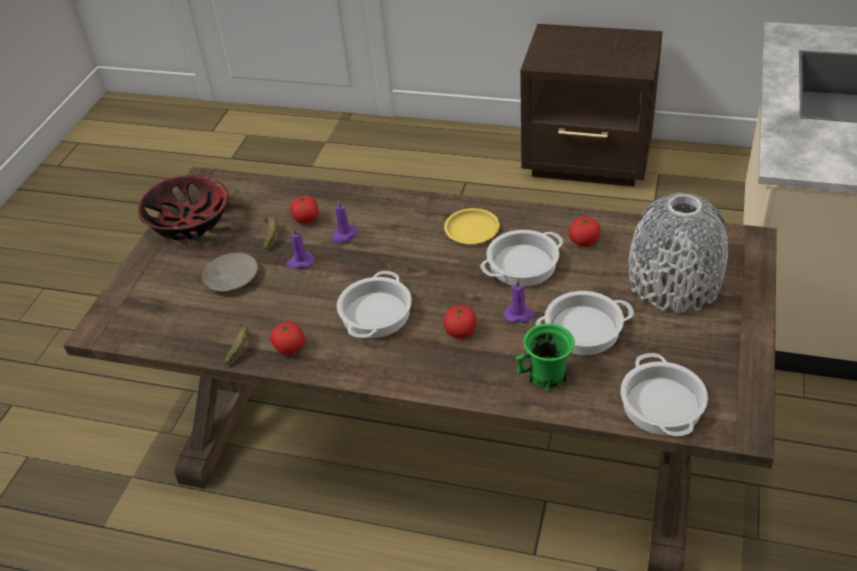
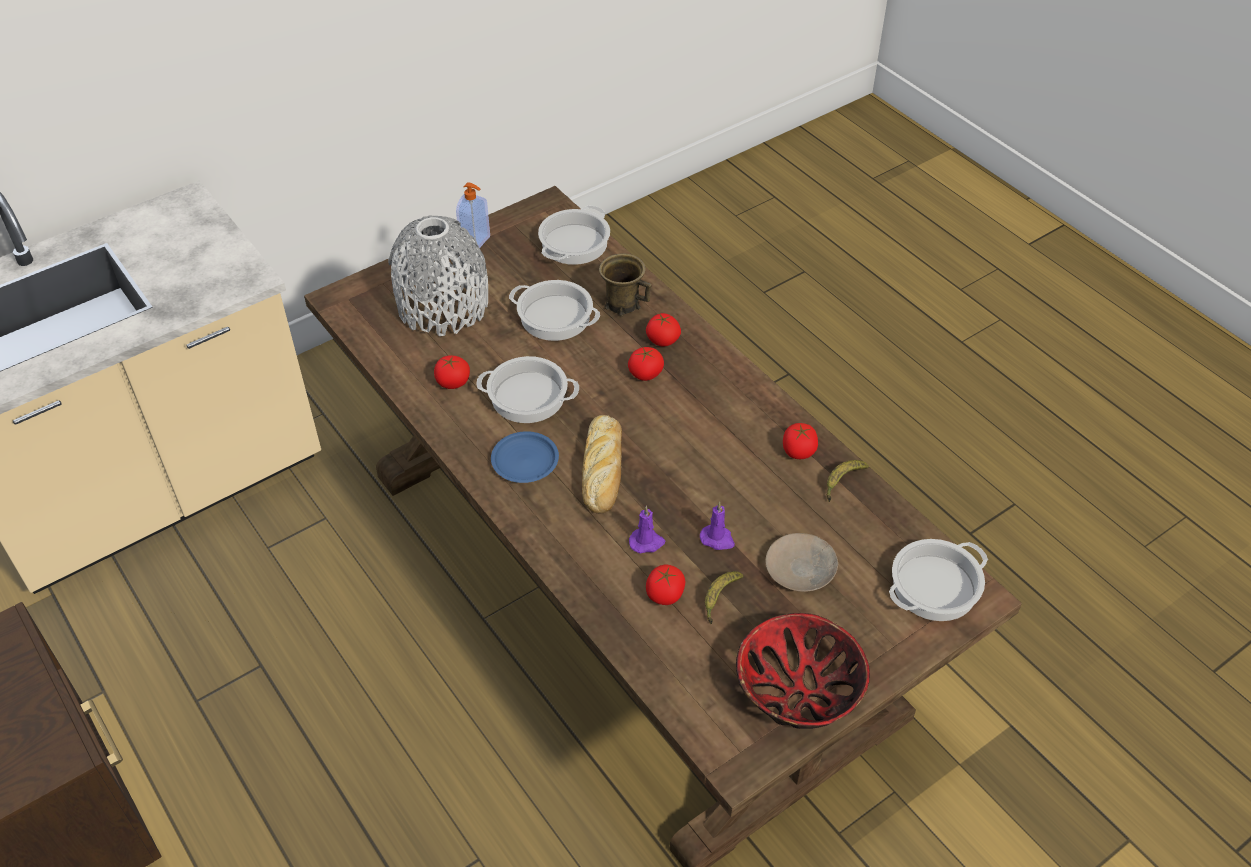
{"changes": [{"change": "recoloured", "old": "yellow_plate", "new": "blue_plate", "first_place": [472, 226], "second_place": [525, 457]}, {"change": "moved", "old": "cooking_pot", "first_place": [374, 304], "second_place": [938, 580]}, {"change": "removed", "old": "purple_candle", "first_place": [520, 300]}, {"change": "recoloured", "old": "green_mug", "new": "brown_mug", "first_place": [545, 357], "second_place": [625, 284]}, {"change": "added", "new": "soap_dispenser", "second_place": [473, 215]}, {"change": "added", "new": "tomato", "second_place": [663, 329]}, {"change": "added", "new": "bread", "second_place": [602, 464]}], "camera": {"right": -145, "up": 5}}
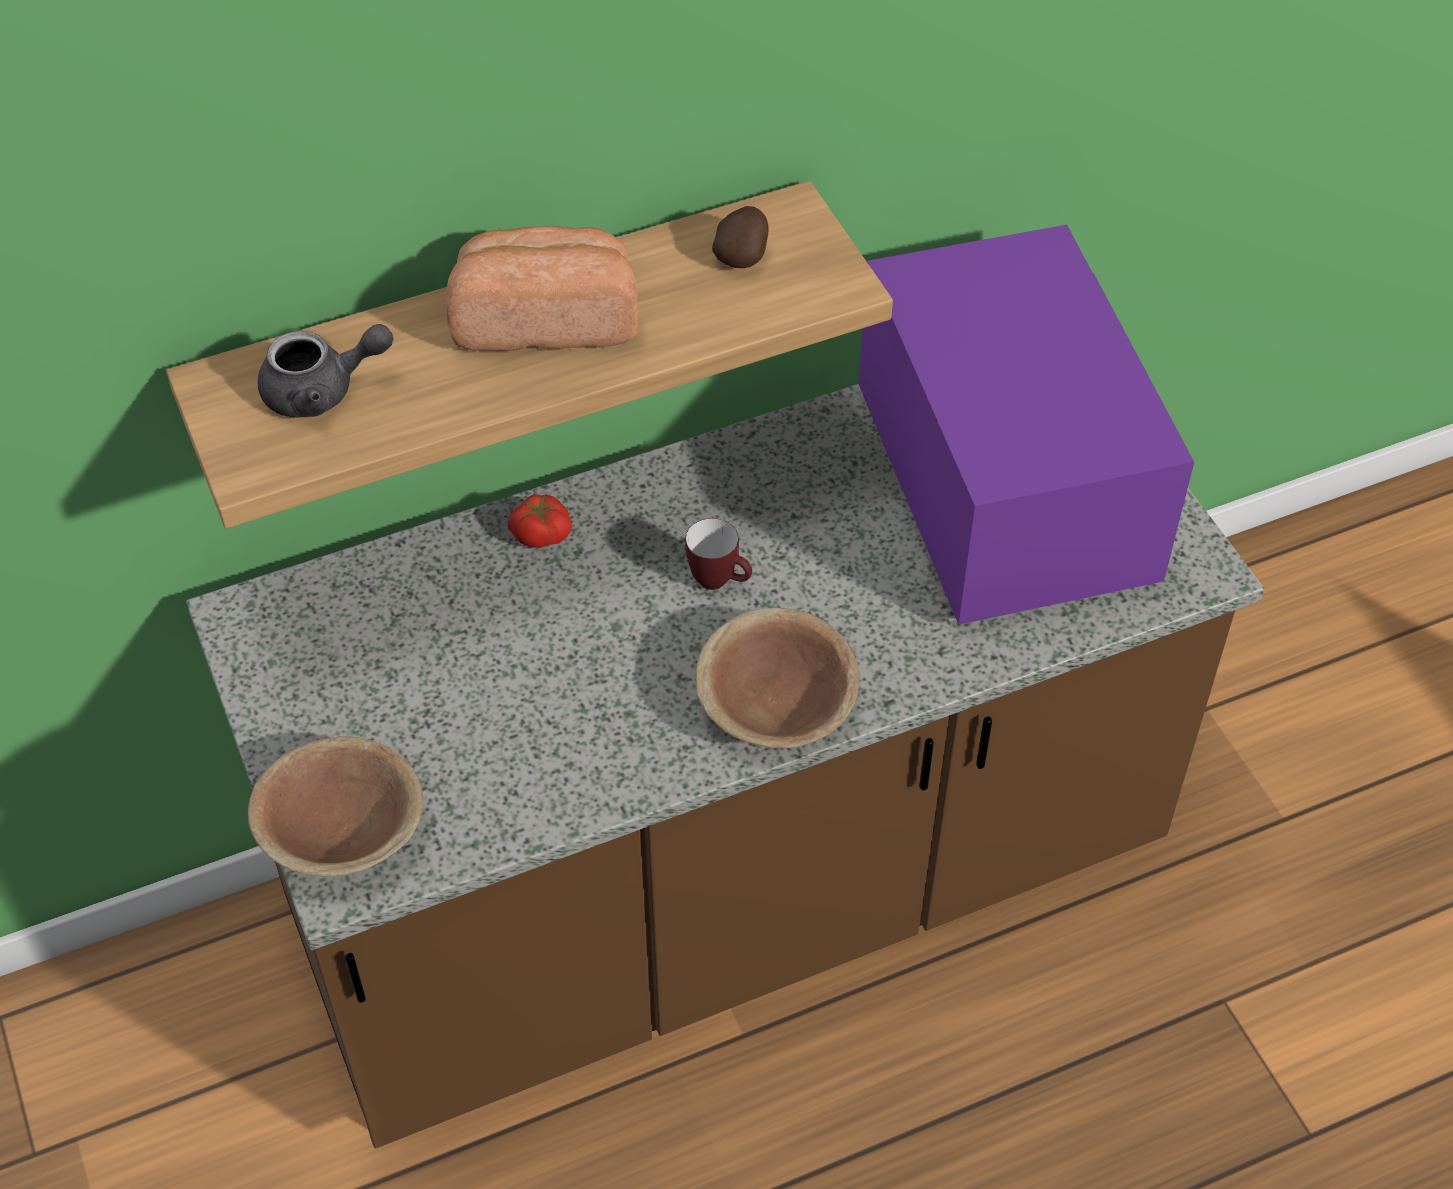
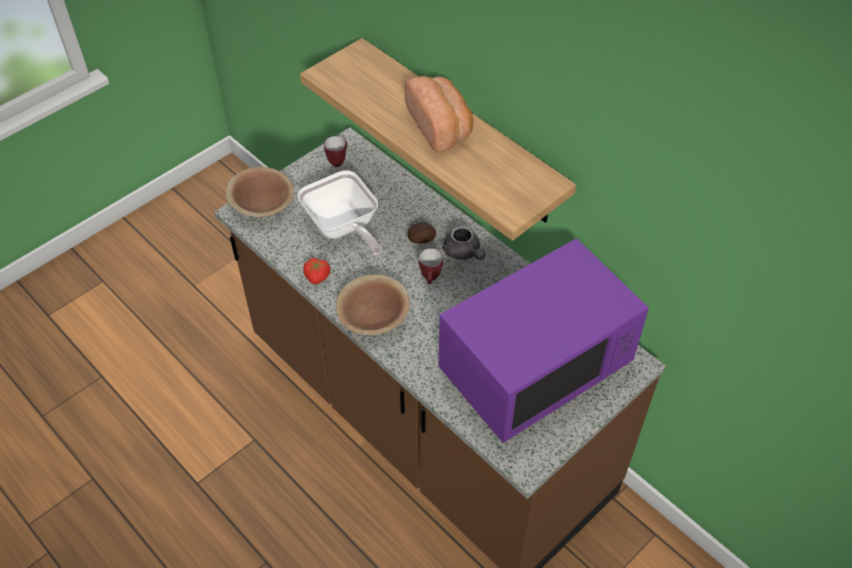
{"changes": [{"change": "moved", "old": "potato", "first_place": [740, 237], "second_place": [422, 232]}, {"change": "moved", "old": "grey_teapot", "first_place": [326, 371], "second_place": [464, 242]}, {"change": "moved", "old": "tomato", "first_place": [539, 521], "second_place": [317, 271]}, {"change": "added", "new": "mug", "second_place": [335, 151]}, {"change": "added", "new": "frying_pan", "second_place": [339, 214]}], "camera": {"right": 70, "up": 0}}
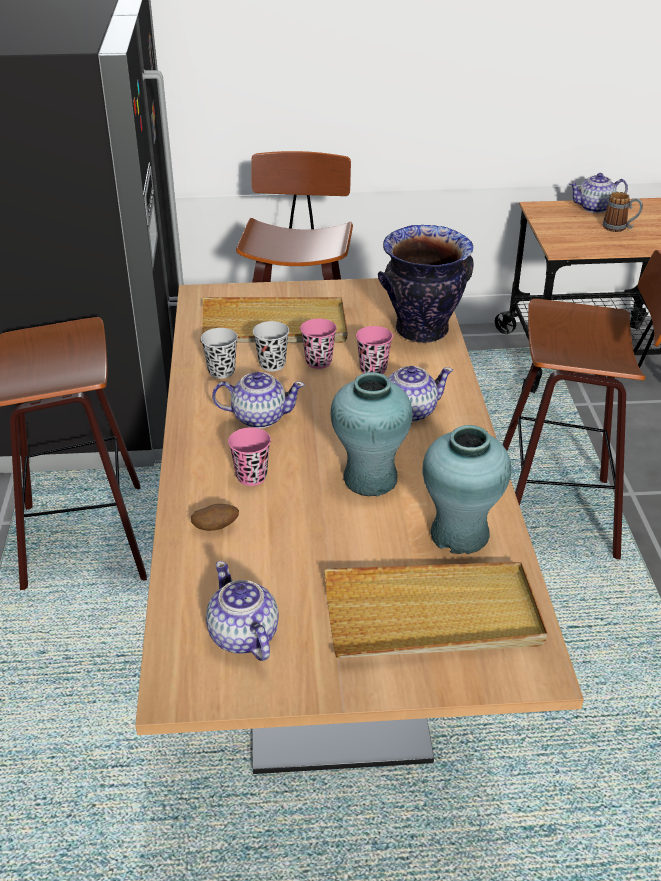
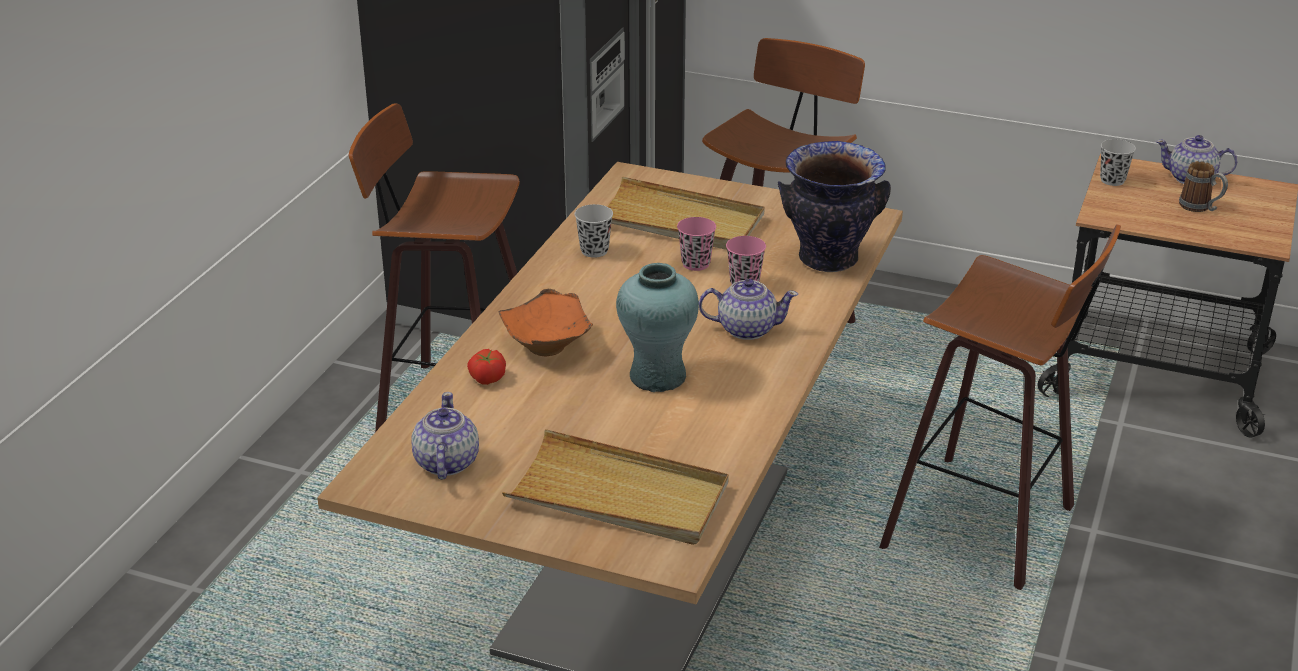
{"changes": [{"change": "moved", "old": "black_cup", "first_place": [271, 346], "second_place": [1118, 162]}, {"change": "removed", "old": "teapot", "first_place": [258, 400]}, {"change": "removed", "old": "turquoise_vase", "first_place": [467, 489]}, {"change": "replaced", "old": "pink_cup", "new": "orange_bowl", "first_place": [249, 456], "second_place": [545, 322]}, {"change": "replaced", "old": "potato", "new": "tomato", "first_place": [215, 517], "second_place": [486, 367]}], "camera": {"right": 25, "up": -5}}
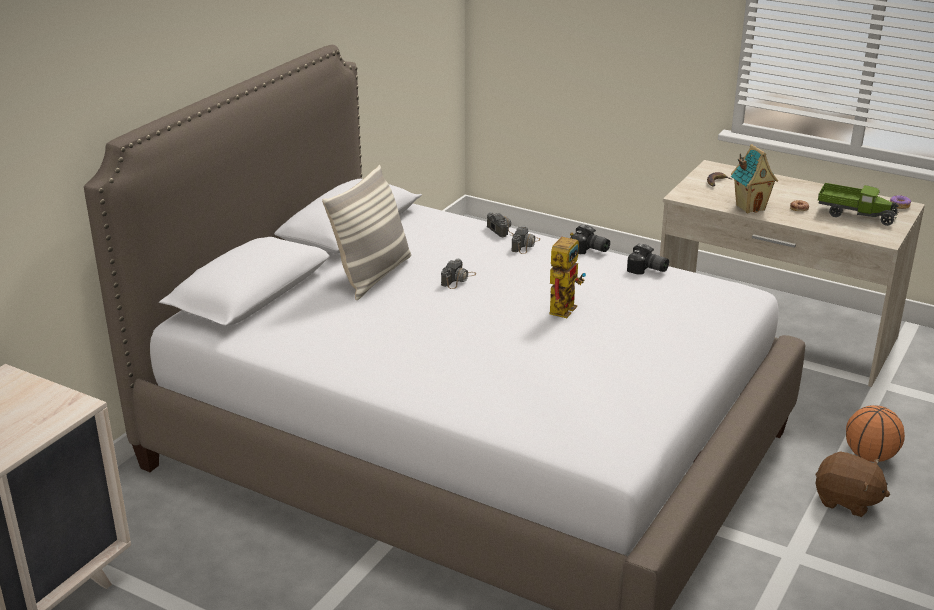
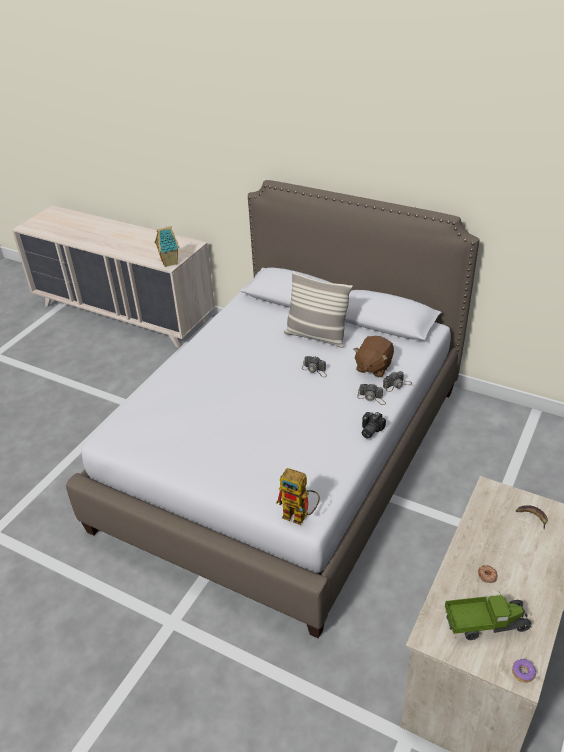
{"changes": [{"change": "moved", "old": "toy_house", "first_place": [754, 179], "second_place": [167, 246]}, {"change": "turned", "old": "toy_truck", "first_place": [858, 204], "second_place": [488, 615], "degrees": -120}, {"change": "moved", "old": "toy_robot", "first_place": [568, 275], "second_place": [298, 496]}, {"change": "removed", "old": "photo_camera", "first_place": [648, 259]}, {"change": "removed", "old": "basketball", "first_place": [875, 433]}, {"change": "moved", "old": "brown_plush_toy", "first_place": [852, 484], "second_place": [373, 356]}], "camera": {"right": 90, "up": 10}}
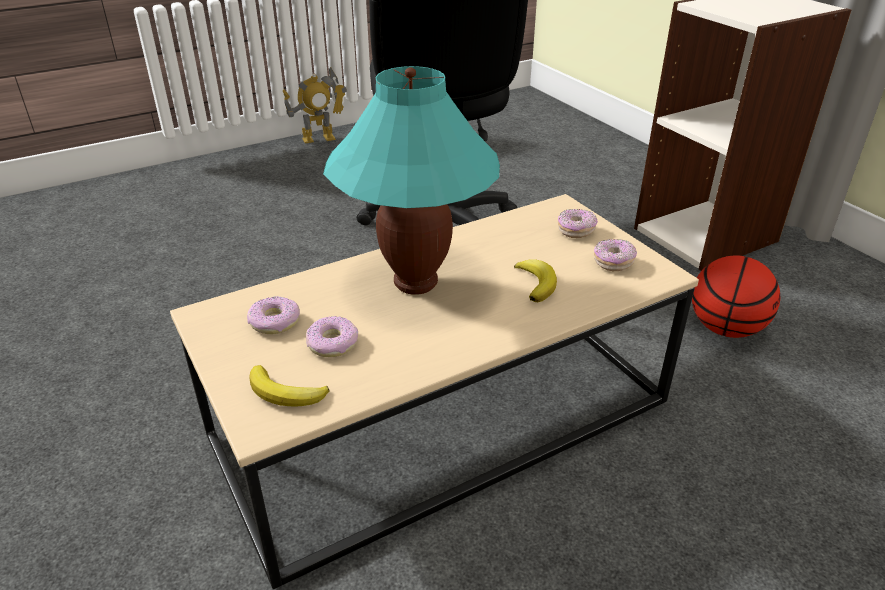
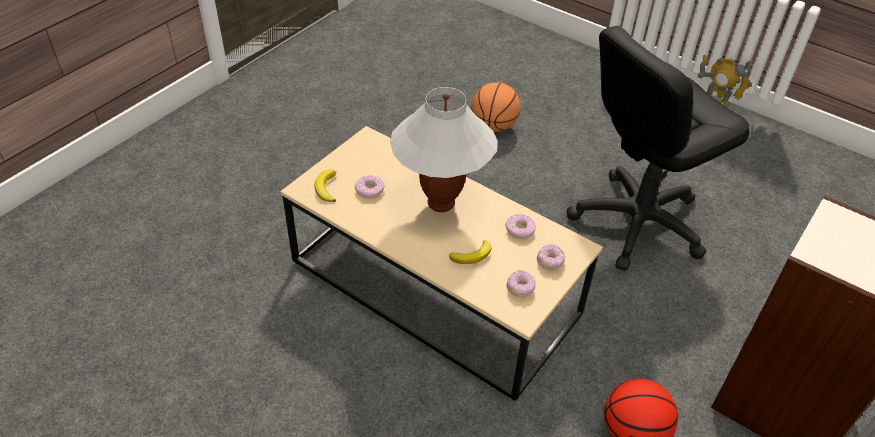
{"changes": [{"change": "recoloured", "old": "turquoise_table_lamp", "new": "white_table_lamp", "first_place": [411, 180], "second_place": [444, 149]}, {"change": "moved", "old": "donut", "first_place": [273, 315], "second_place": [521, 226]}, {"change": "added", "new": "basketball", "second_place": [496, 107]}], "camera": {"right": 65, "up": 10}}
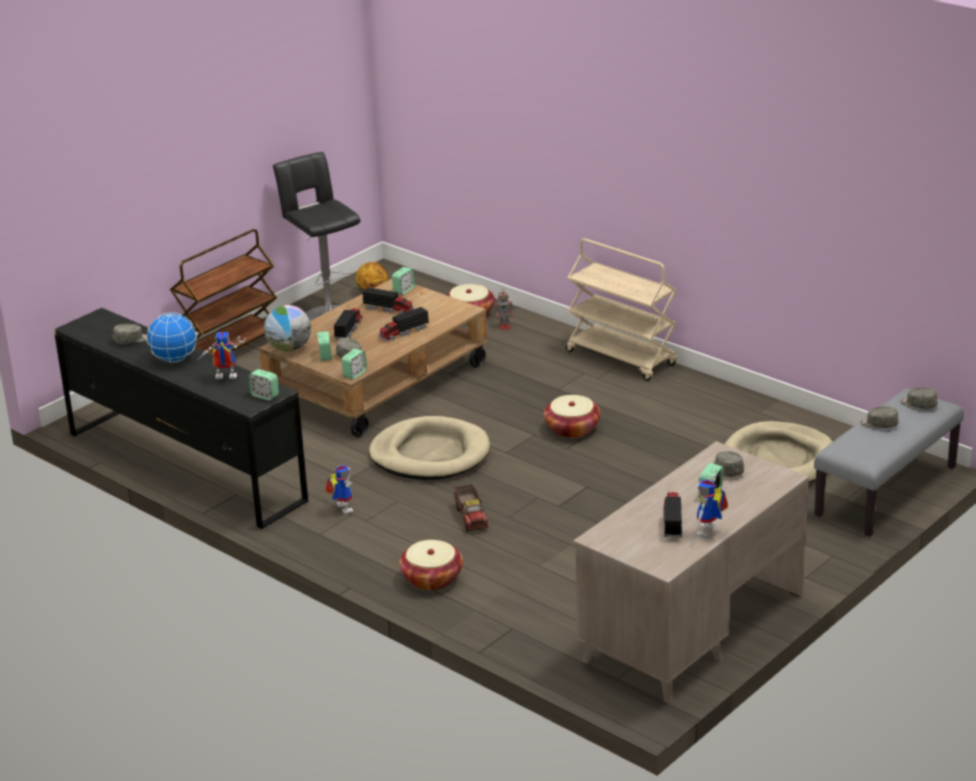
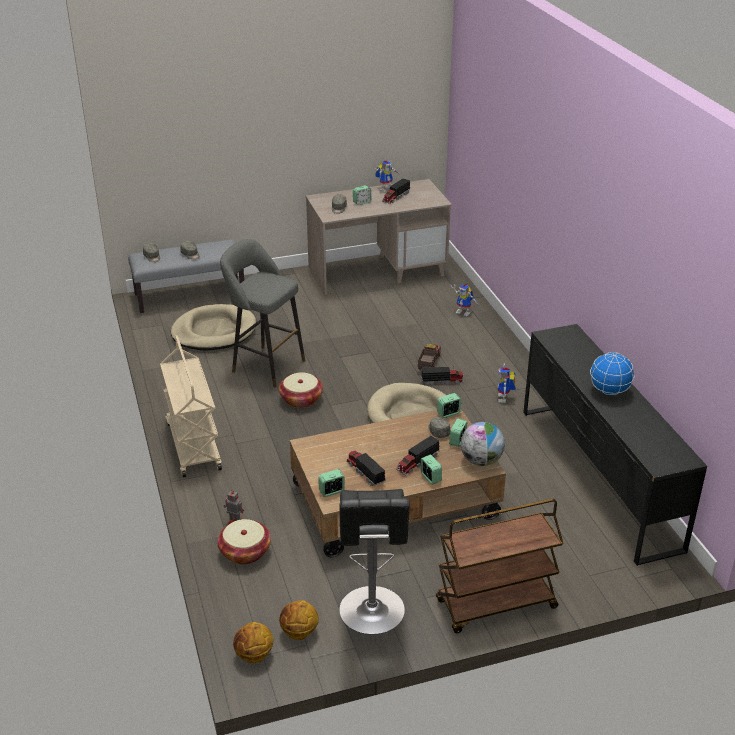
{"changes": [{"change": "moved", "old": "toy_truck", "first_place": [404, 324], "second_place": [442, 375]}, {"change": "removed", "old": "grey_cap", "first_place": [130, 334]}, {"change": "moved", "old": "toy_robot", "first_place": [222, 355], "second_place": [465, 300]}, {"change": "moved", "old": "alarm_clock", "first_place": [263, 384], "second_place": [431, 470]}, {"change": "removed", "old": "basket", "first_place": [431, 565]}, {"change": "added", "new": "grey_stool", "second_place": [263, 313]}, {"change": "added", "new": "basketball", "second_place": [253, 642]}], "camera": {"right": -150, "up": 5}}
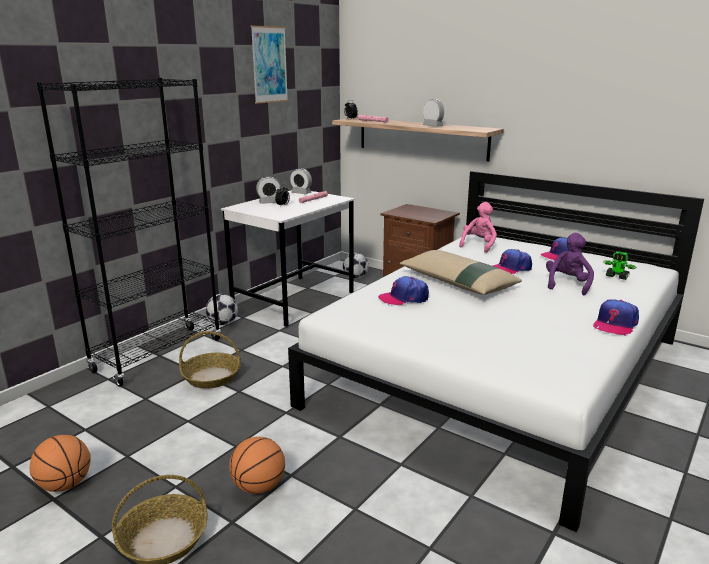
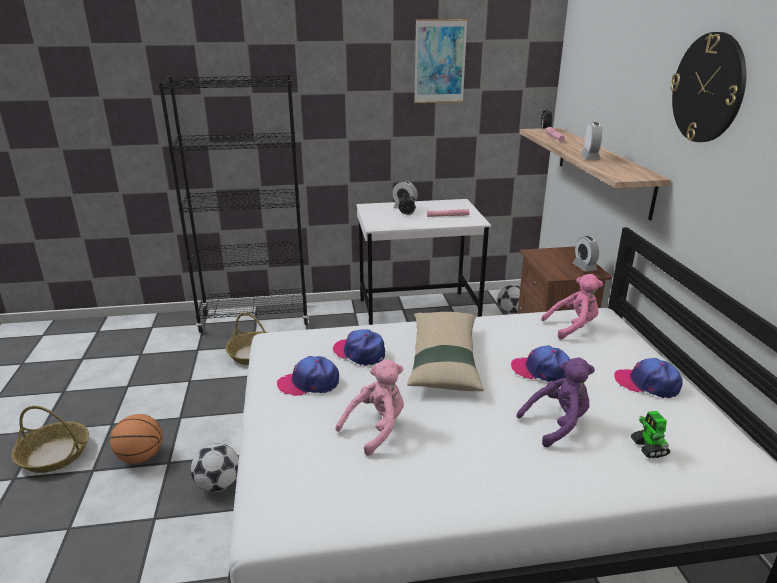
{"changes": [{"change": "moved", "old": "alarm_clock", "first_place": [301, 181], "second_place": [586, 254]}, {"change": "moved", "old": "football", "first_place": [222, 309], "second_place": [215, 467]}, {"change": "moved", "old": "cap", "first_place": [616, 317], "second_place": [308, 376]}, {"change": "removed", "old": "basketball", "first_place": [60, 463]}, {"change": "added", "new": "wall_clock", "second_place": [708, 87]}, {"change": "added", "new": "pink_plush_toy", "second_place": [369, 407]}], "camera": {"right": 45, "up": 5}}
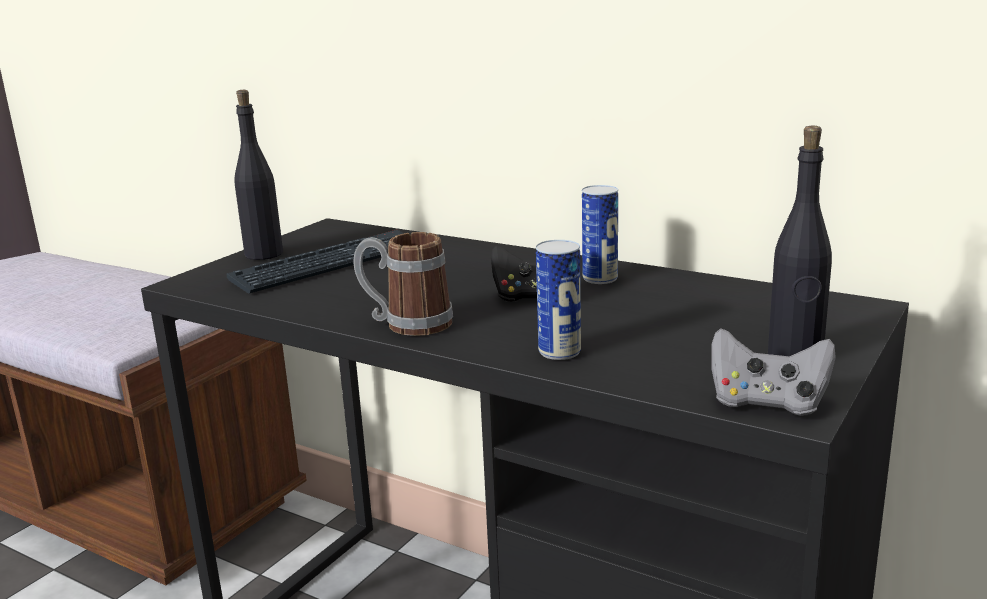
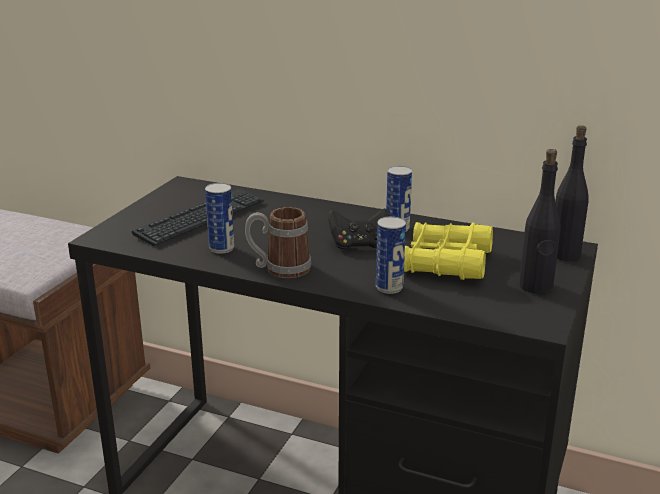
{"changes": [{"change": "moved", "old": "black_bottle", "first_place": [258, 175], "second_place": [572, 193]}, {"change": "removed", "old": "grey_game_controller", "first_place": [773, 372]}, {"change": "added", "new": "can", "second_place": [219, 218]}, {"change": "added", "new": "yellow_binoculars", "second_place": [448, 251]}], "camera": {"right": -10, "up": 5}}
